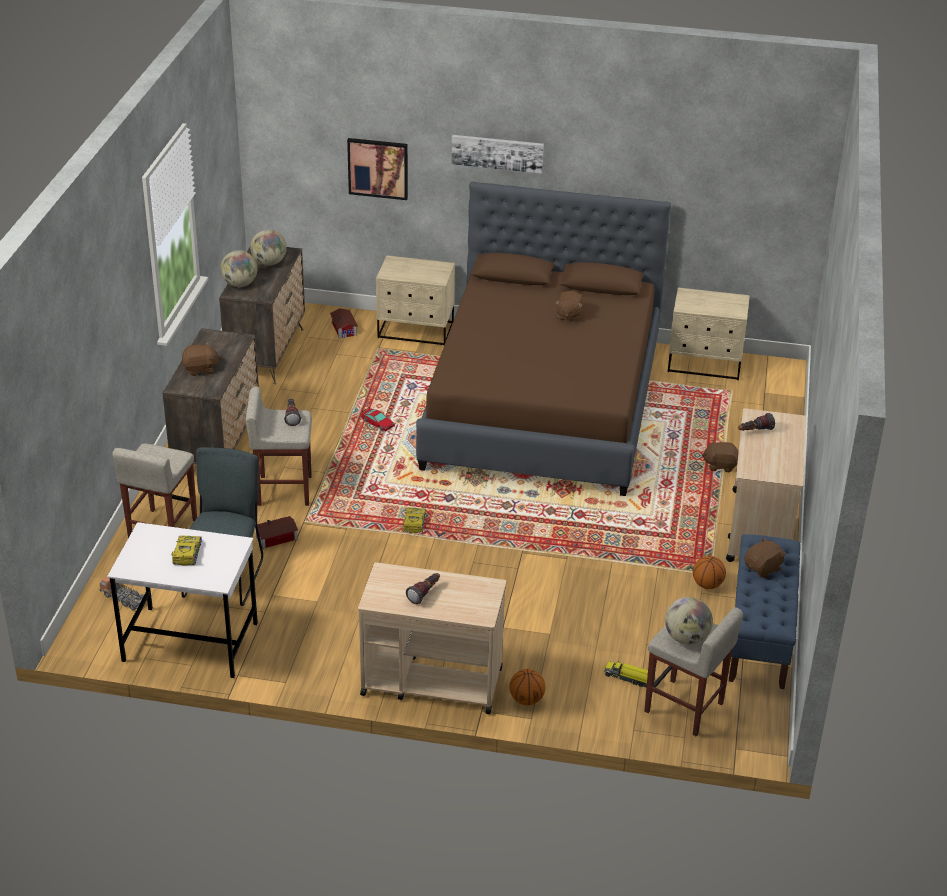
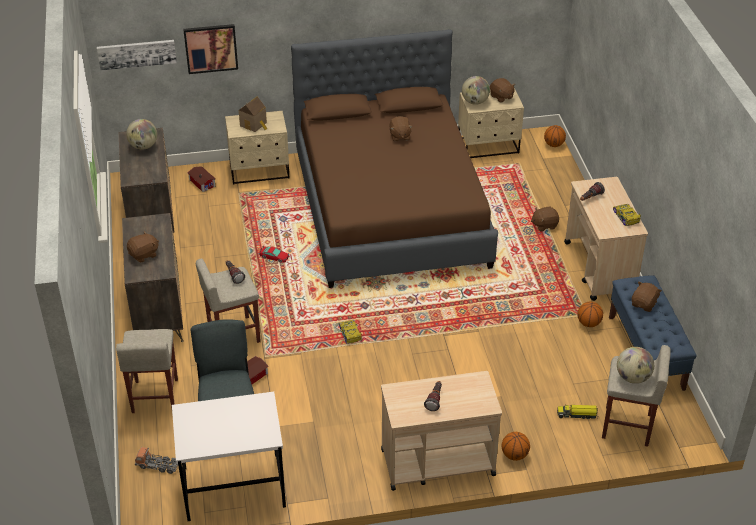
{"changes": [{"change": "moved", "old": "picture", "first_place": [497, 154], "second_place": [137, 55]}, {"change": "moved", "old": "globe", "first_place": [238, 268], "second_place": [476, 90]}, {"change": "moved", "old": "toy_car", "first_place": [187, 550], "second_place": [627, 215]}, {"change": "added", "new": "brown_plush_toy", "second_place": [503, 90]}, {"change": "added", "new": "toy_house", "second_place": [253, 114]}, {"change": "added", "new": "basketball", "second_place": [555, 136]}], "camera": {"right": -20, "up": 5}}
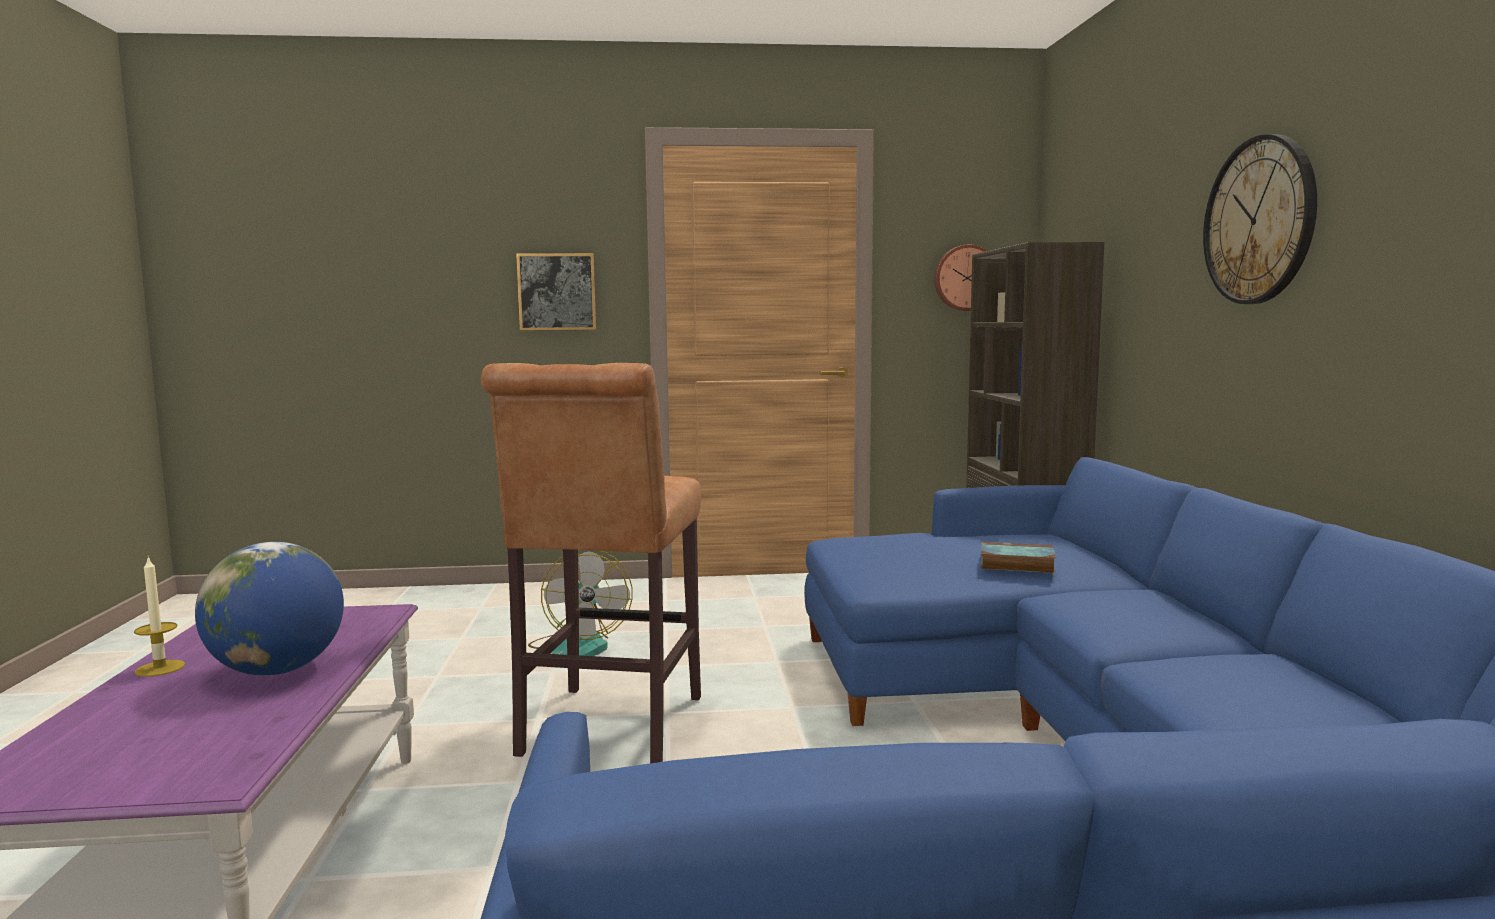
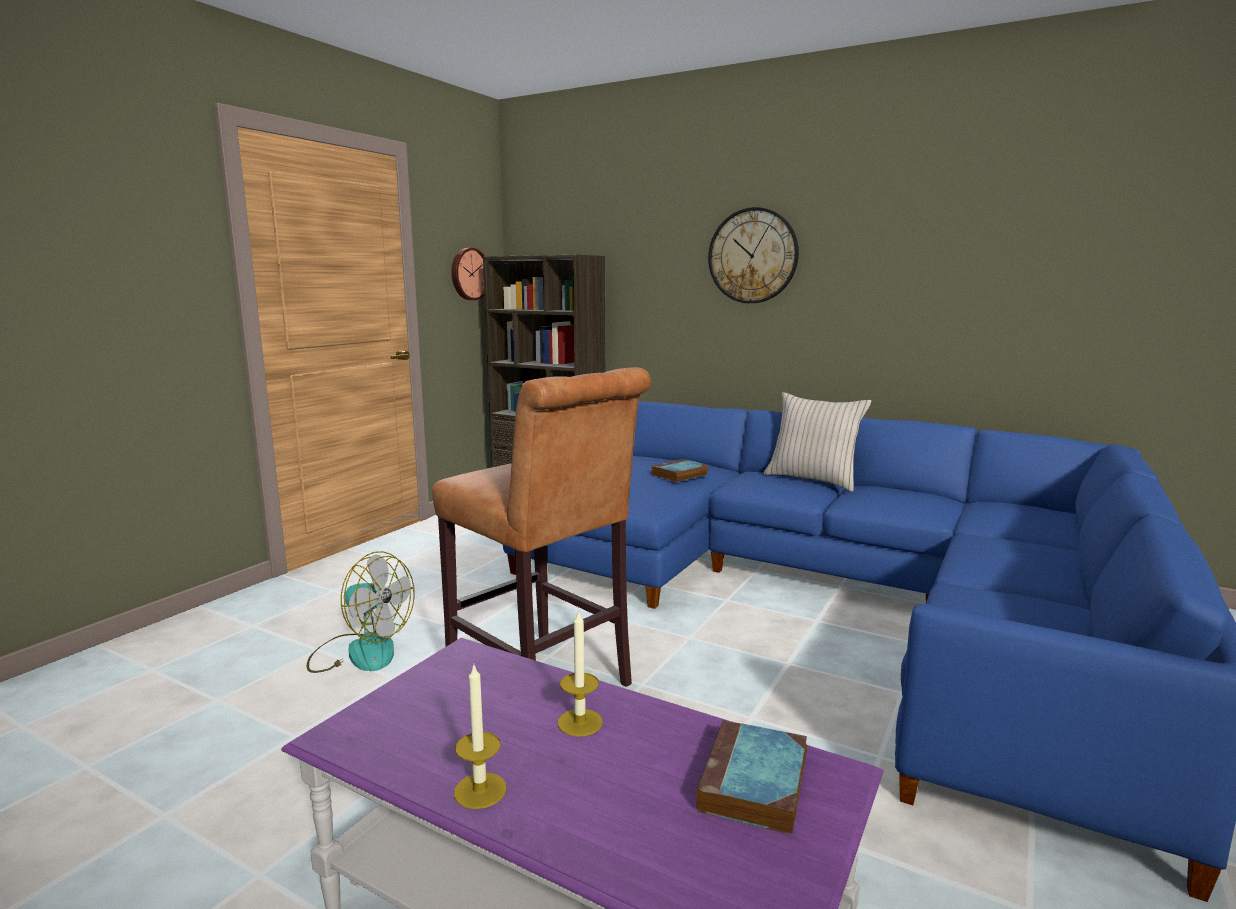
{"changes": [{"change": "removed", "old": "picture", "first_place": [556, 292]}, {"change": "replaced", "old": "globe", "new": "candle", "first_place": [269, 609], "second_place": [580, 673]}, {"change": "added", "new": "beige_pillow", "second_place": [818, 442]}, {"change": "added", "new": "book", "second_place": [751, 777]}], "camera": {"right": -55, "up": 5}}
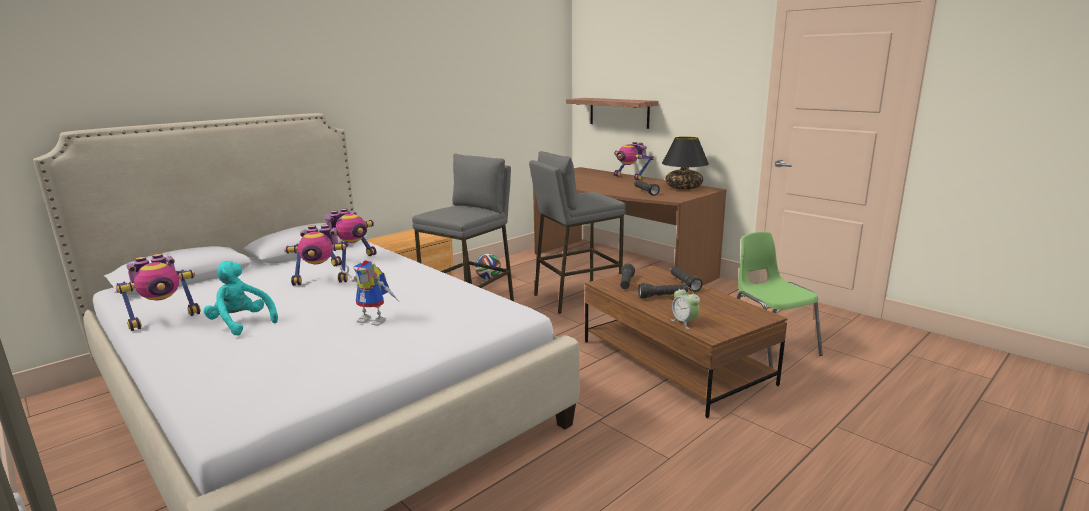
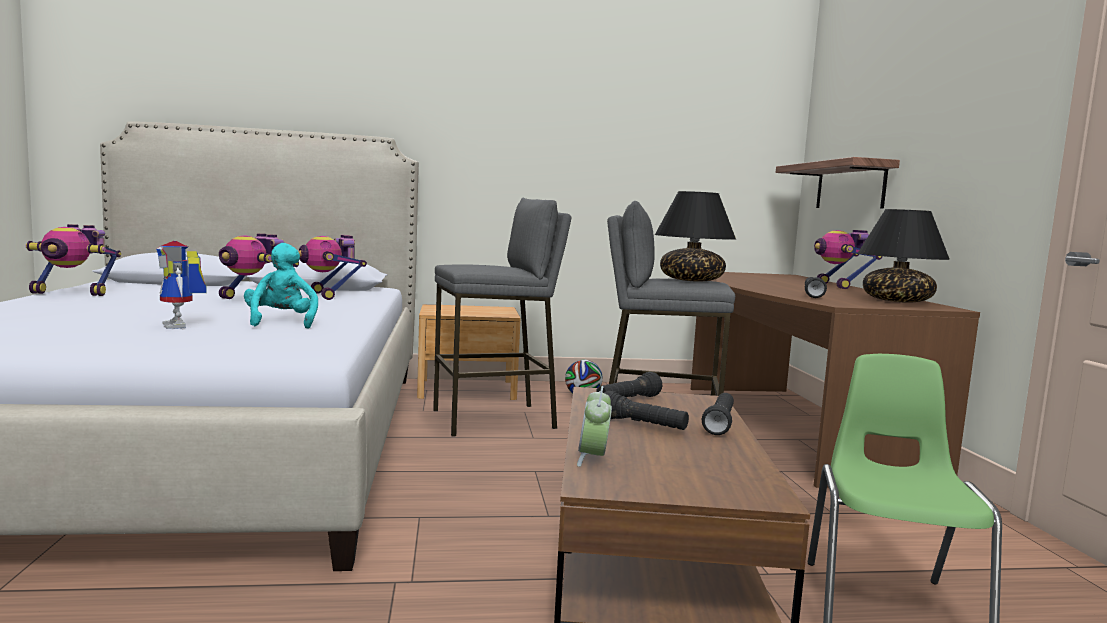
{"changes": [{"change": "turned", "old": "toy_robot", "first_place": [347, 238], "second_place": [333, 267], "degrees": 75}, {"change": "moved", "old": "turquoise_plush_toy", "first_place": [241, 298], "second_place": [281, 286]}, {"change": "added", "new": "black_table_lamp", "second_place": [695, 236]}], "camera": {"right": 35, "up": -10}}
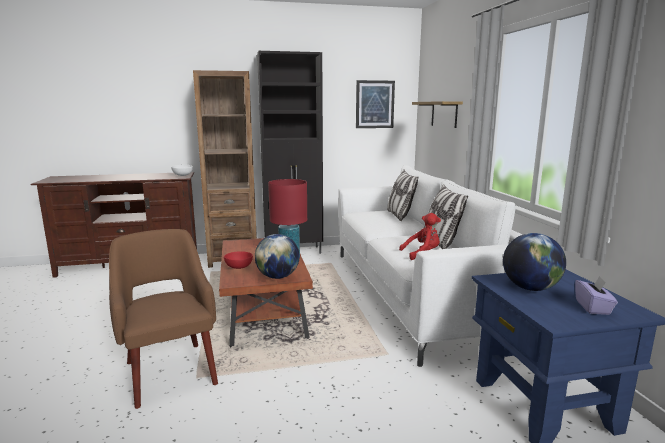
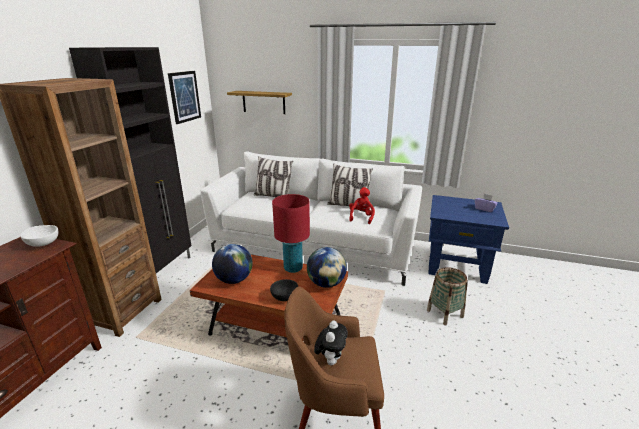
{"changes": [{"change": "moved", "old": "globe", "first_place": [534, 262], "second_place": [232, 264]}, {"change": "recoloured", "old": "red_bowl", "new": "black_bowl", "first_place": [238, 260], "second_place": [284, 290]}, {"change": "added", "new": "basket", "second_place": [447, 296]}, {"change": "added", "new": "plush_toy", "second_place": [331, 343]}], "camera": {"right": -60, "up": 10}}
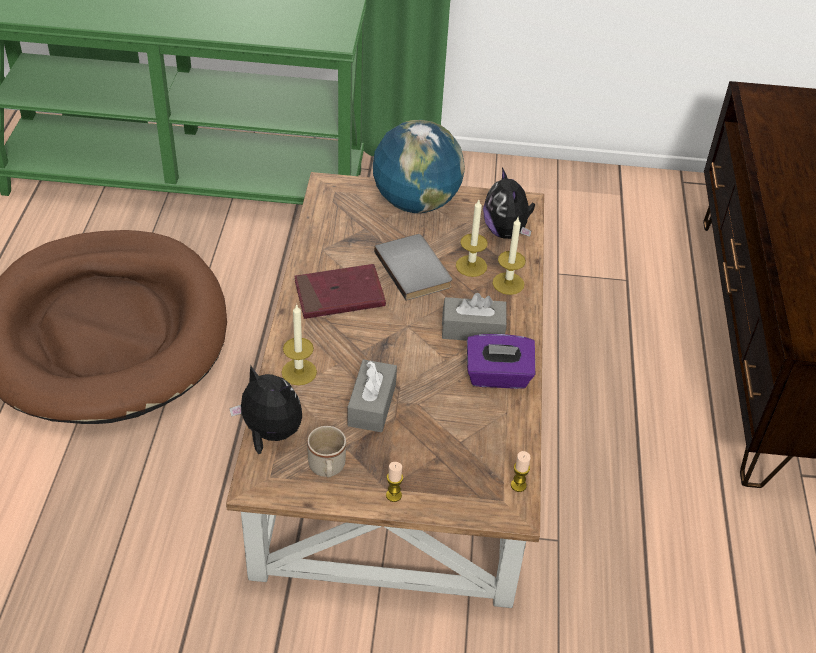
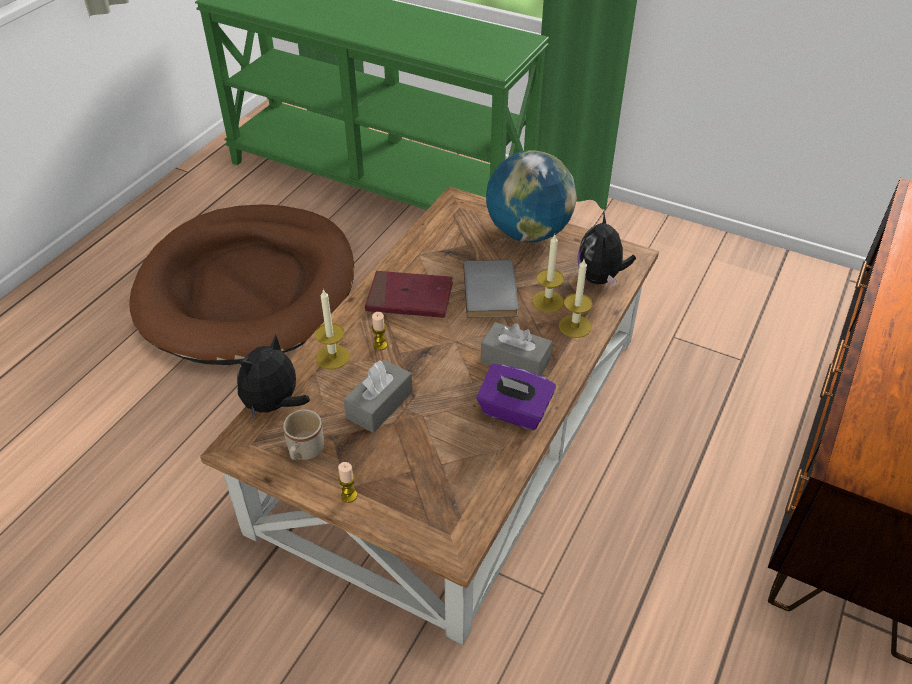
{"changes": [{"change": "turned", "old": "plush_toy", "first_place": [265, 410], "second_place": [273, 377], "degrees": -105}, {"change": "moved", "old": "candle", "first_place": [520, 471], "second_place": [379, 331]}], "camera": {"right": 25, "up": 0}}
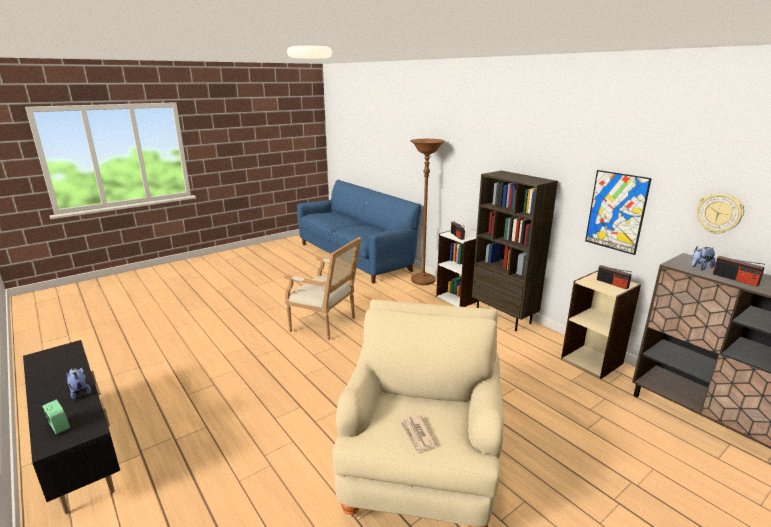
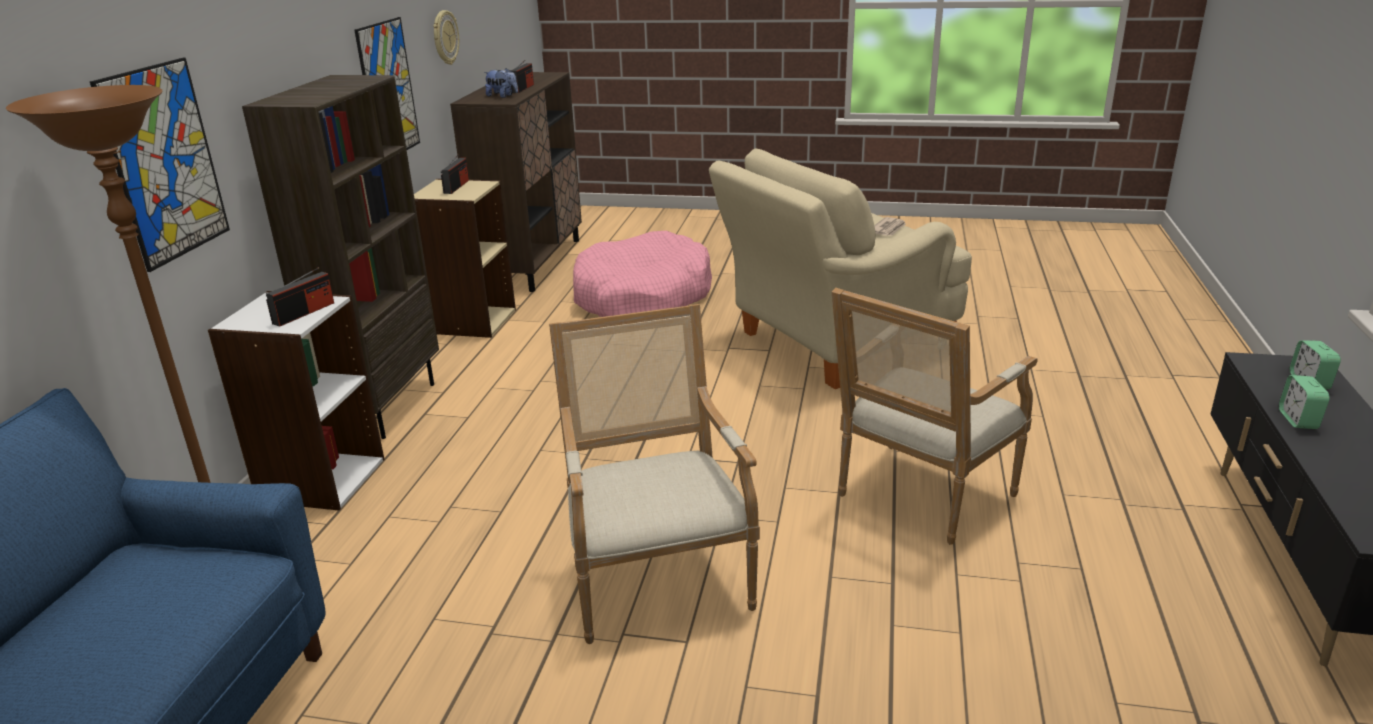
{"changes": [{"change": "replaced", "old": "plush_toy", "new": "alarm_clock", "first_place": [78, 384], "second_place": [1304, 402]}, {"change": "added", "new": "picture", "second_place": [160, 165]}, {"change": "added", "new": "pink_dog_bed", "second_place": [642, 274]}, {"change": "added", "new": "armchair", "second_place": [935, 416]}], "camera": {"right": -130, "up": 5}}
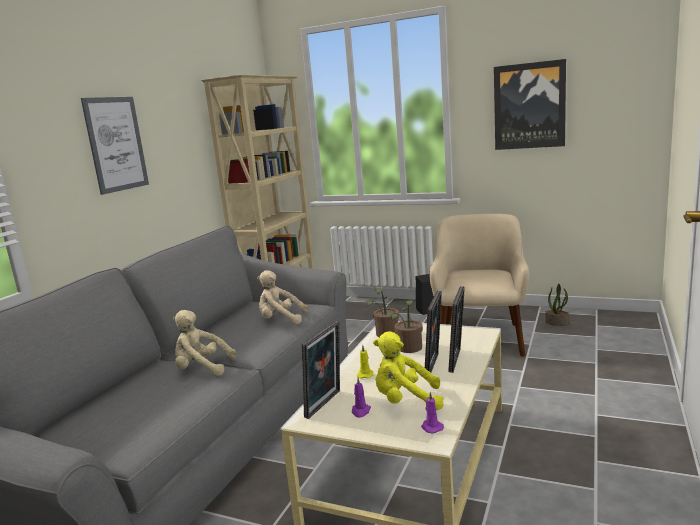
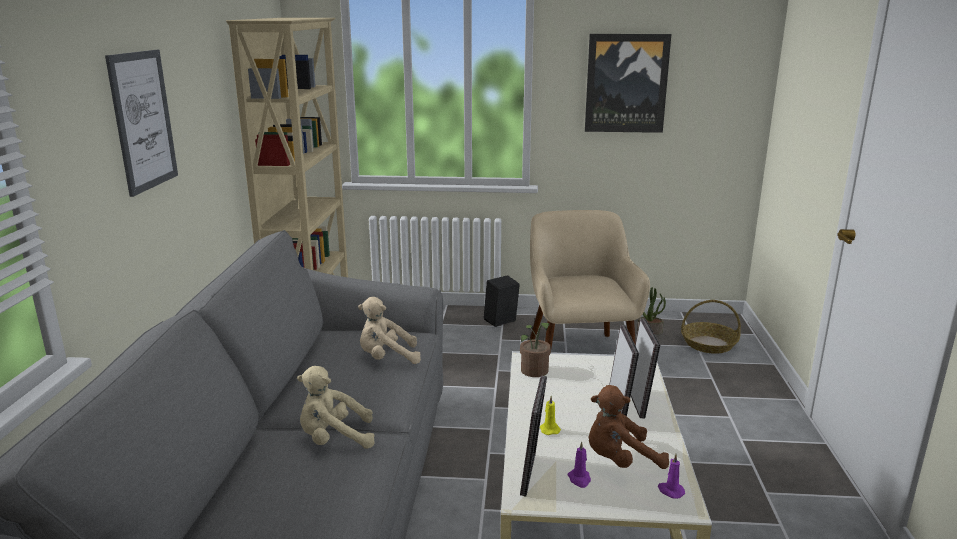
{"changes": [{"change": "removed", "old": "potted_plant", "first_place": [407, 326]}, {"change": "recoloured", "old": "yellow_plush_toy", "new": "brown_plush_toy", "first_place": [408, 371], "second_place": [629, 427]}, {"change": "added", "new": "basket", "second_place": [711, 327]}], "camera": {"right": -20, "up": 5}}
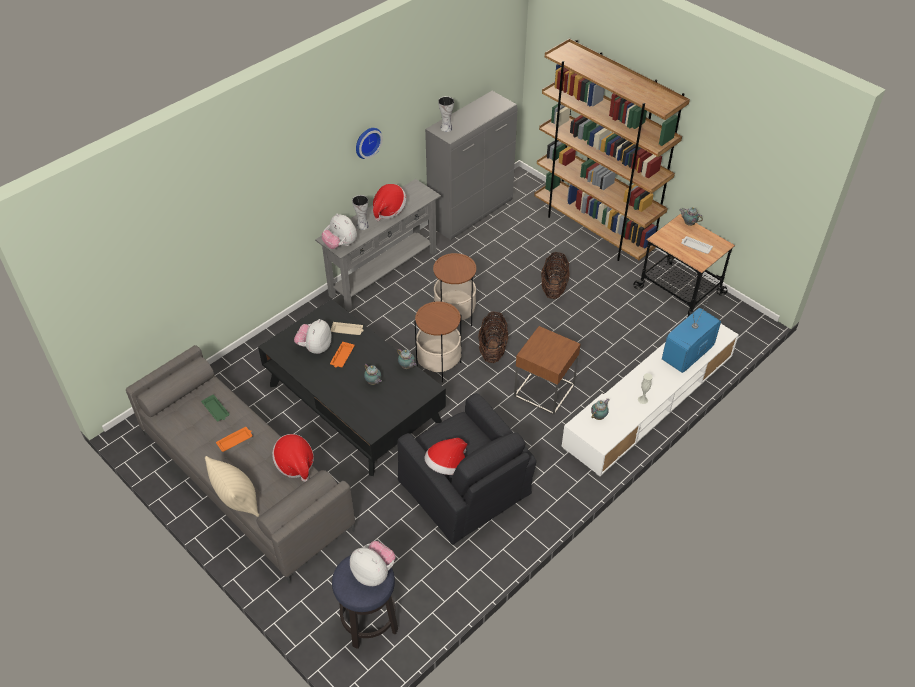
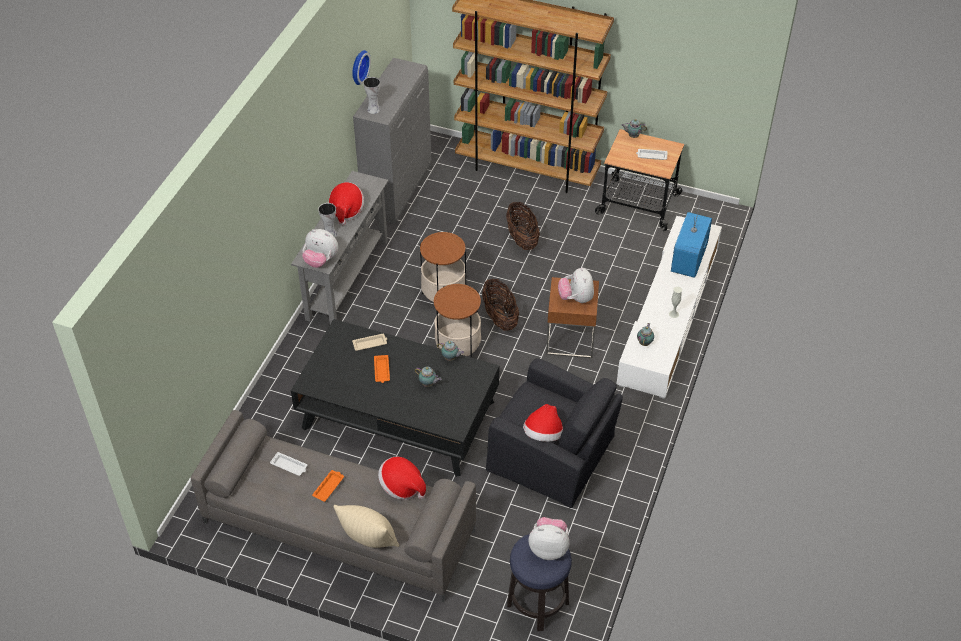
{"changes": [{"change": "moved", "old": "wall_clock", "first_place": [369, 143], "second_place": [361, 67]}, {"change": "moved", "old": "plush_toy", "first_place": [312, 336], "second_place": [576, 285]}, {"change": "recoloured", "old": "green_tray", "new": "white_tray", "first_place": [215, 408], "second_place": [288, 464]}], "camera": {"right": -25, "up": 0}}
